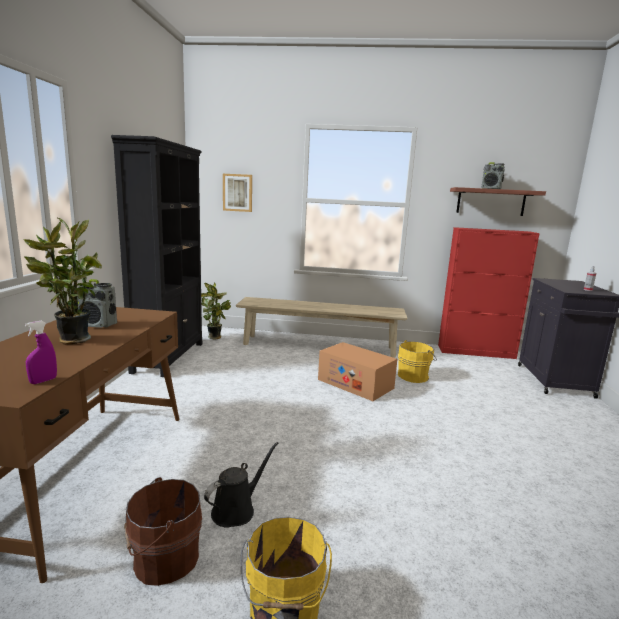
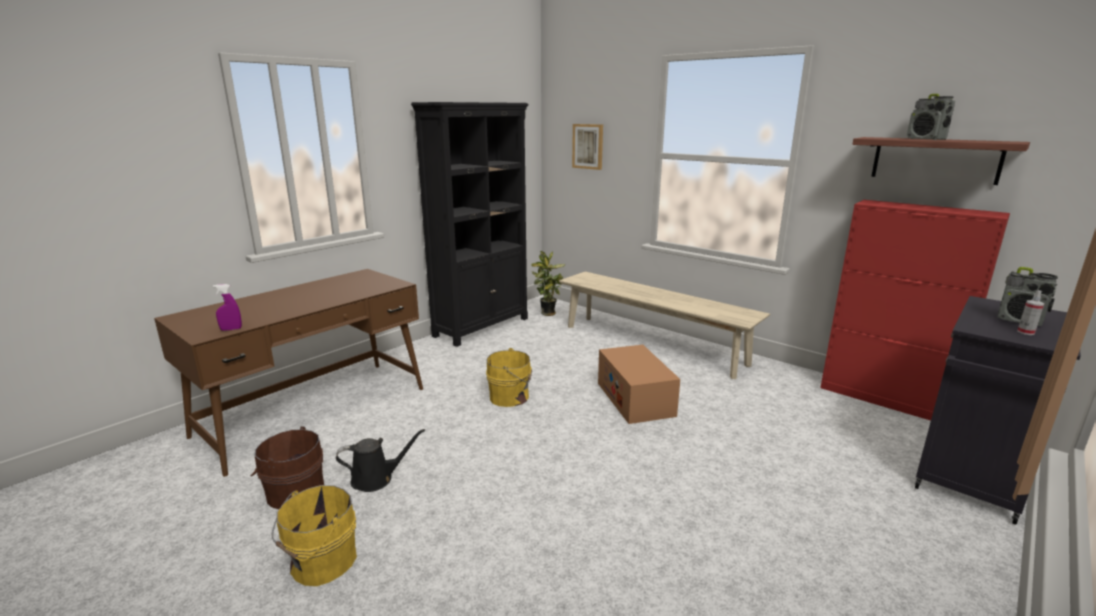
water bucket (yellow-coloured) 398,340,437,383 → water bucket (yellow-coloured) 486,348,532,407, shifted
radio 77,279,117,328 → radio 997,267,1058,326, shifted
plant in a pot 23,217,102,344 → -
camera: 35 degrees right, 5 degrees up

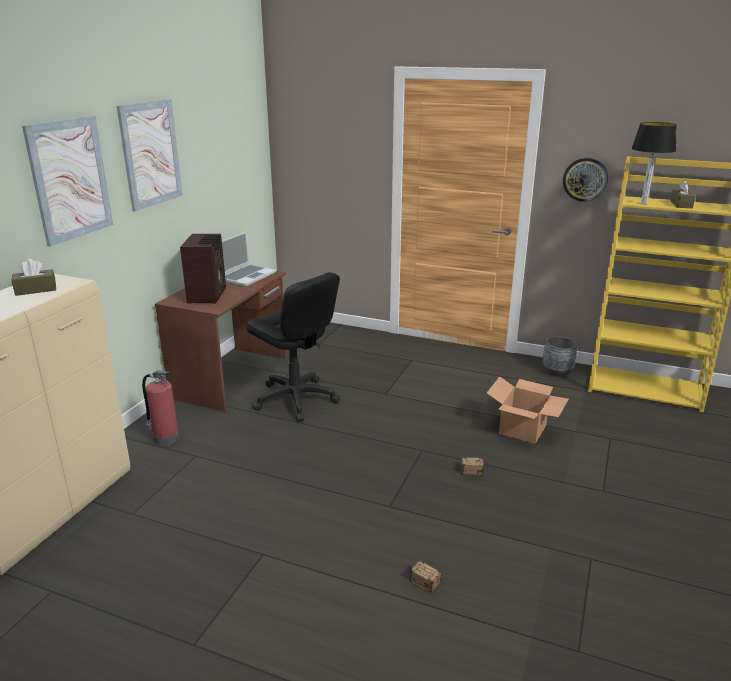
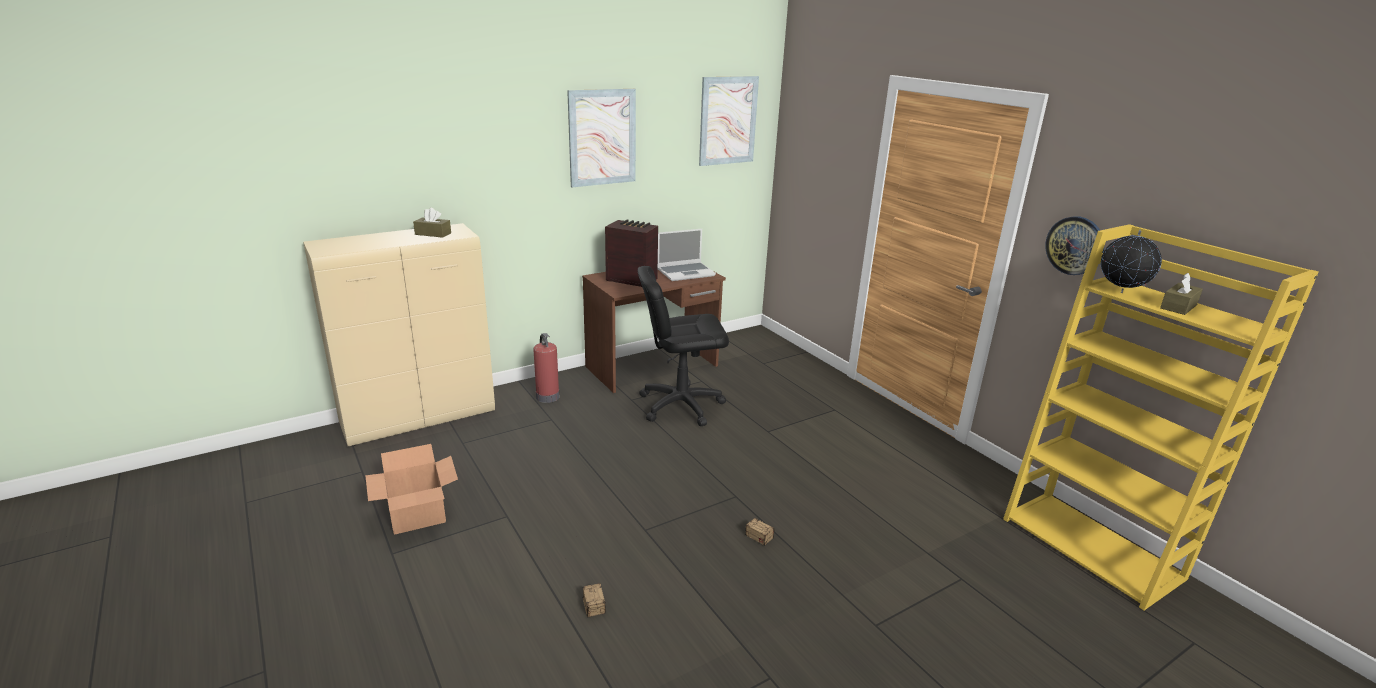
cardboard box 487,376,569,444 → cardboard box 365,444,458,535, shifted
radio 180,234,226,304 → radio 605,219,658,287, 105 degrees counterclockwise
office chair (black) 247,272,340,421 → office chair (black) 638,266,729,426, 90 degrees clockwise
wall art 22,116,113,247 → wall art 699,76,759,166, shifted
lamp for a table 632,122,677,205 → globe 1101,230,1162,293
plant pot (greyish) 542,336,578,377 → -
camera: 35 degrees right, 0 degrees up

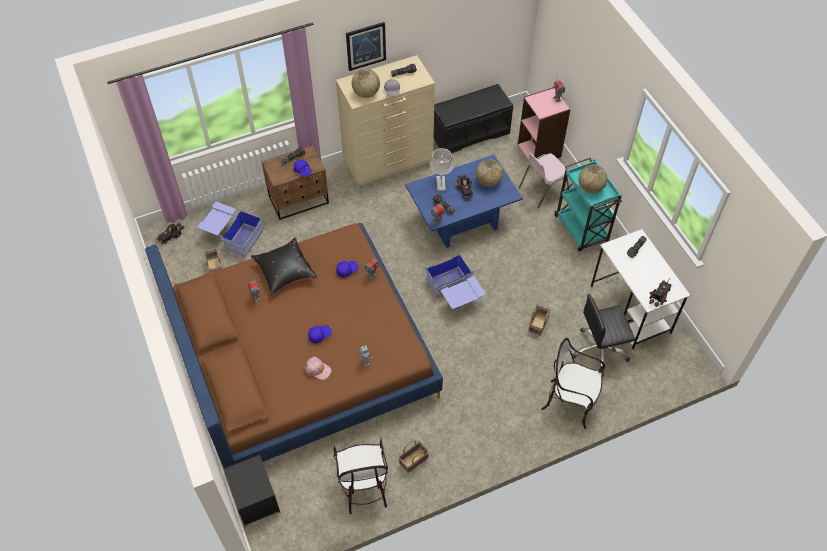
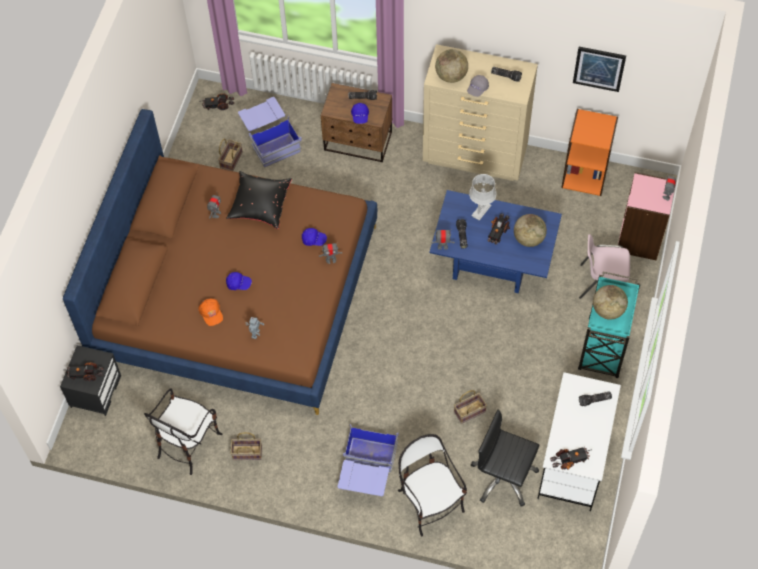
- → model truck 67,362,104,382
peaked cap (pink-coloured) 304,357,331,380 → peaked cap (orange-coloured) 199,299,223,326
storage box (bluish) 425,251,486,309 → storage box (bluish) 337,424,399,496, shifted
indoor bench (black) 433,84,513,153 → bookcase (orange-coloured) 561,109,618,196
wall art 346,22,386,71 → wall art 573,47,626,92, shifted
camera: 40 degrees right, 5 degrees up

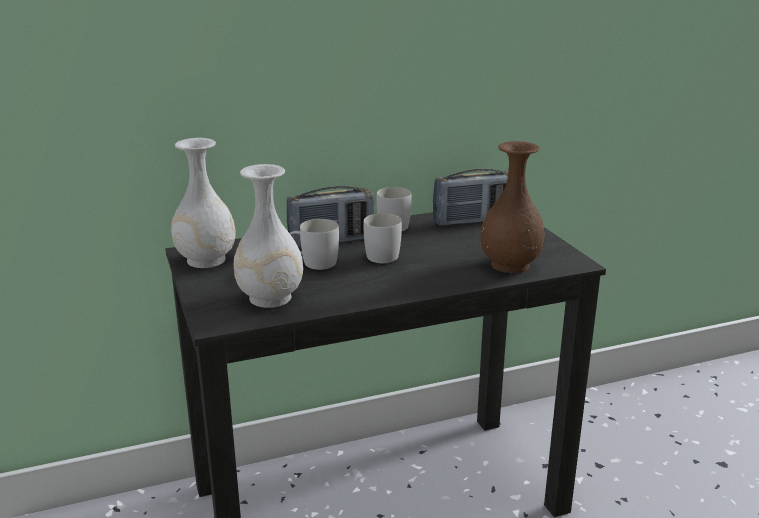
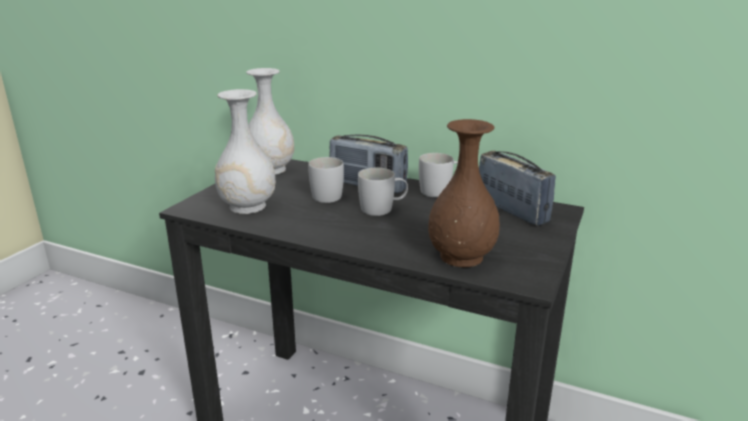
radio 433,169,508,226 → radio 479,151,556,226, 150 degrees counterclockwise
camera: 45 degrees right, 0 degrees up

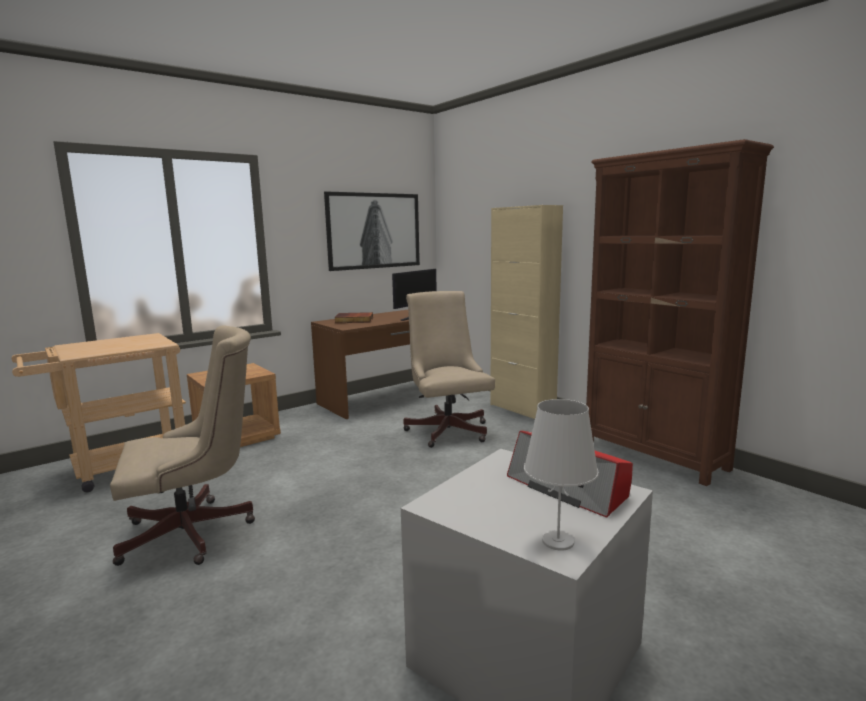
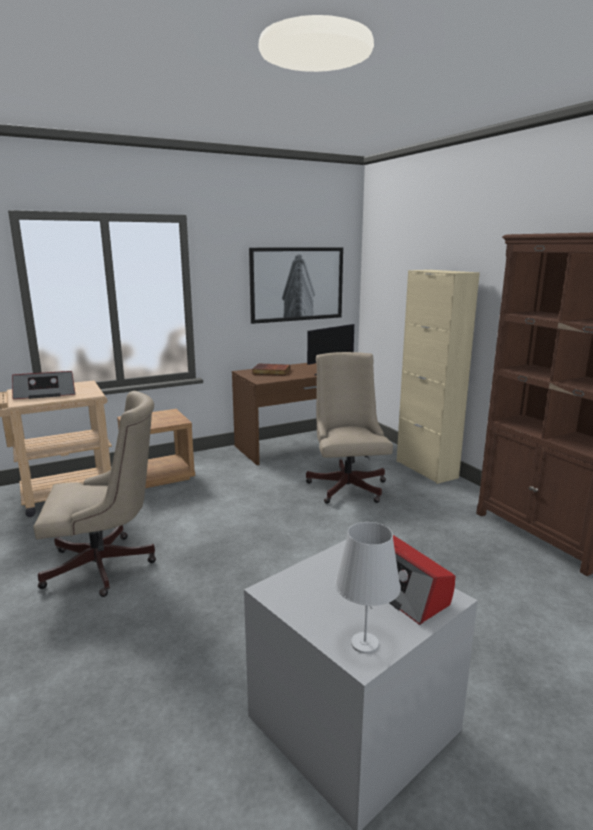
- → radio 12,371,75,399
camera: 10 degrees right, 5 degrees up

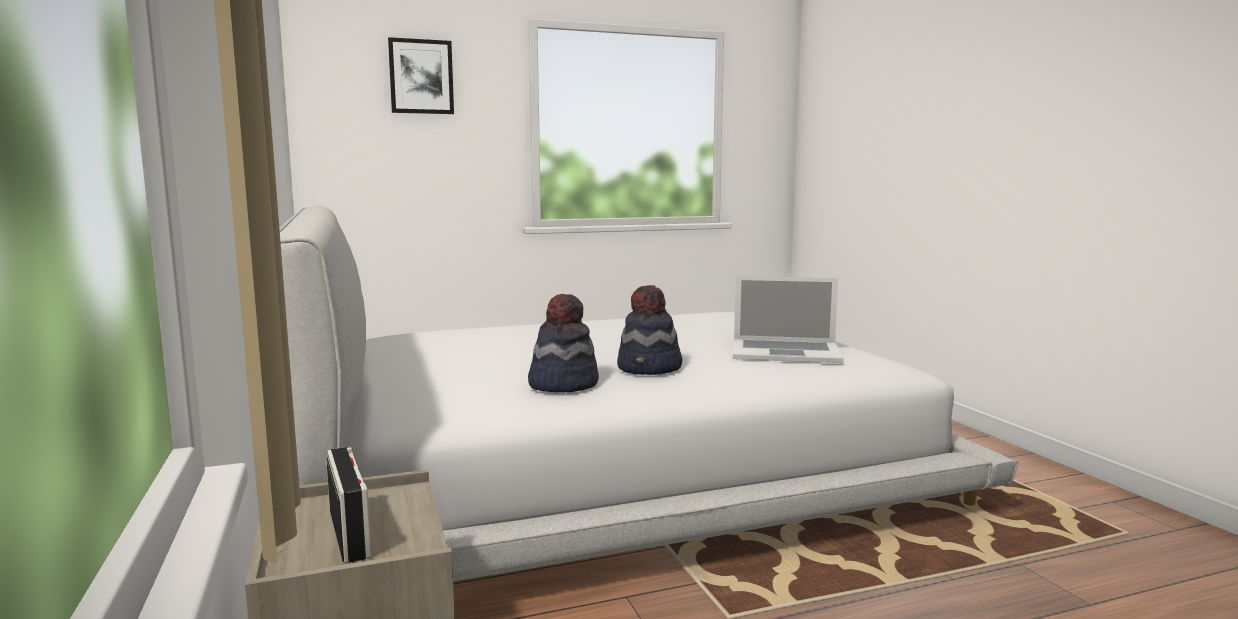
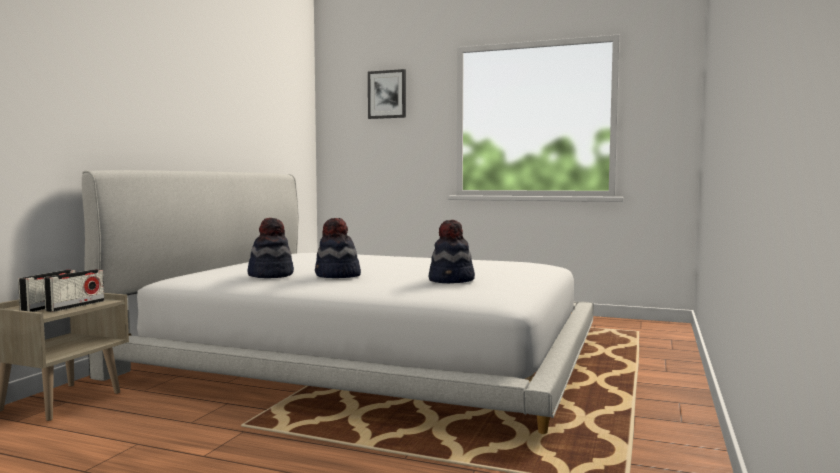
- → radio 44,269,104,312
notebook computer 733,276,844,363 → wearable hat 429,220,475,283
camera: 40 degrees right, 5 degrees down

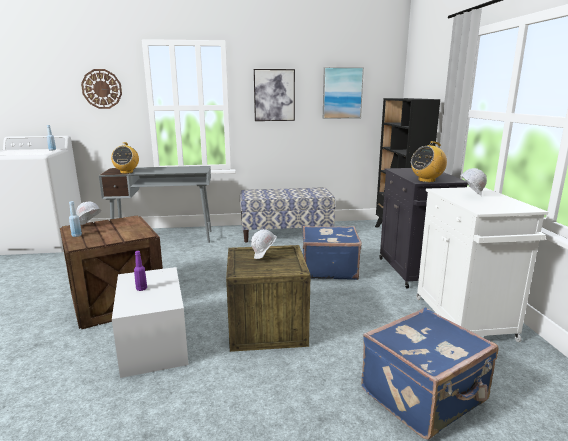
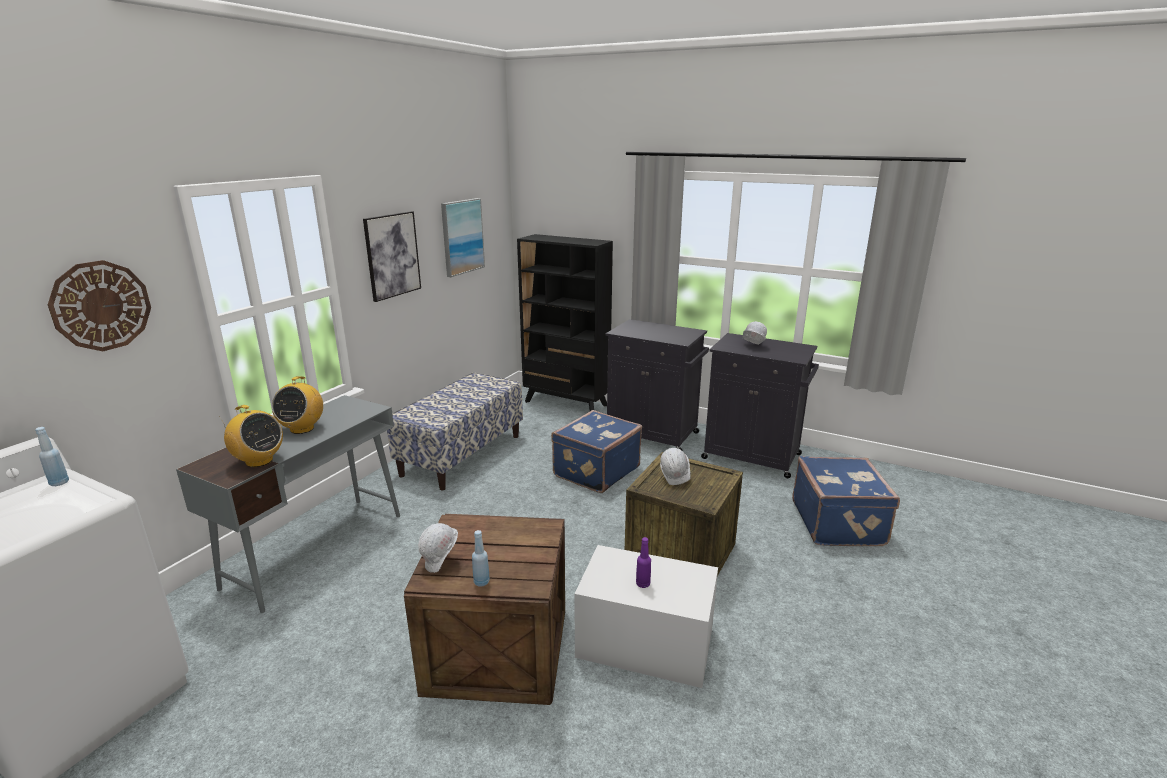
radio 411,141,447,182 → radio 272,376,323,434, shifted
cupboard (white-coloured) 416,187,548,342 → cupboard (black) 701,333,819,478
camera: 55 degrees left, 5 degrees up

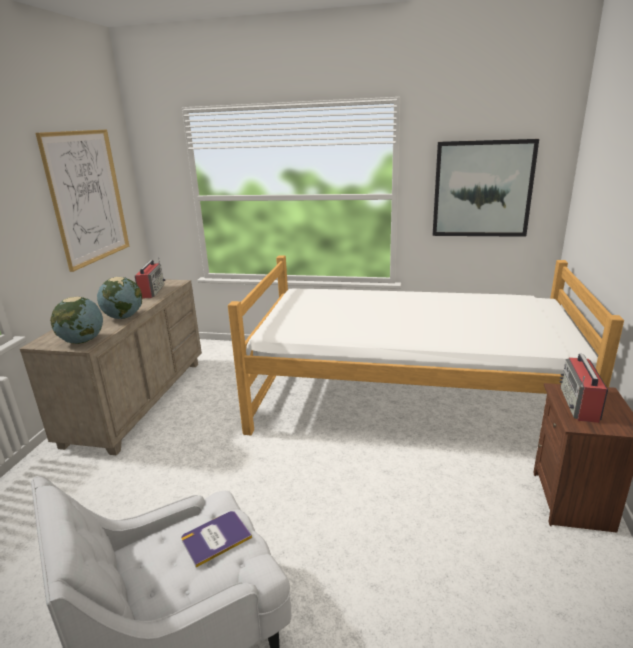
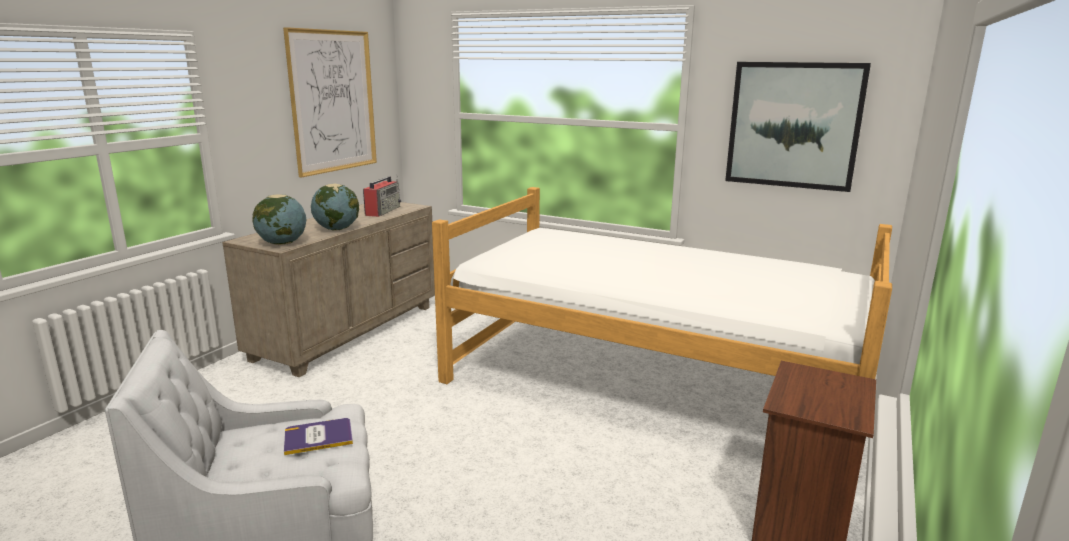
radio 559,354,608,423 → -
camera: 15 degrees right, 5 degrees down

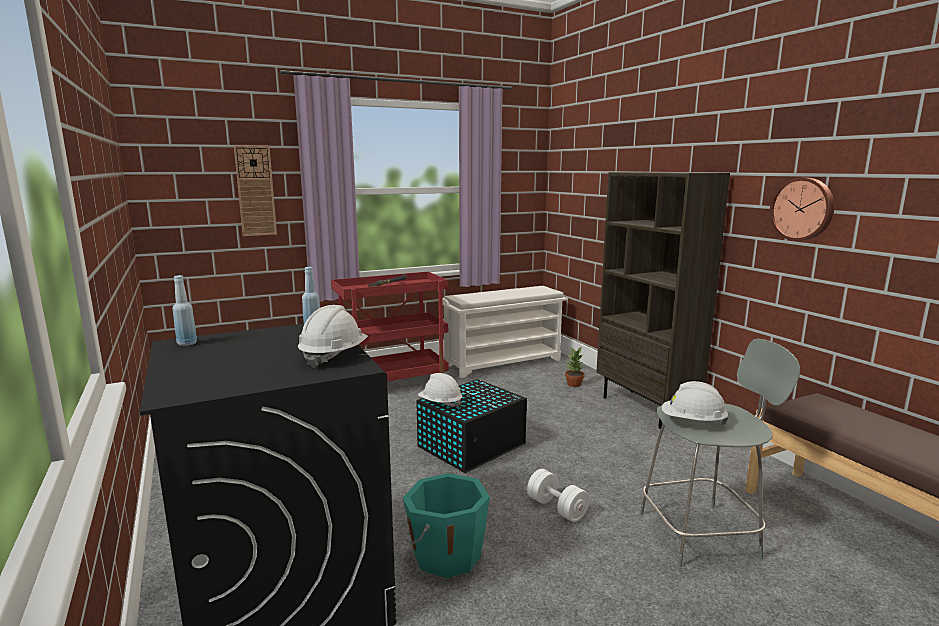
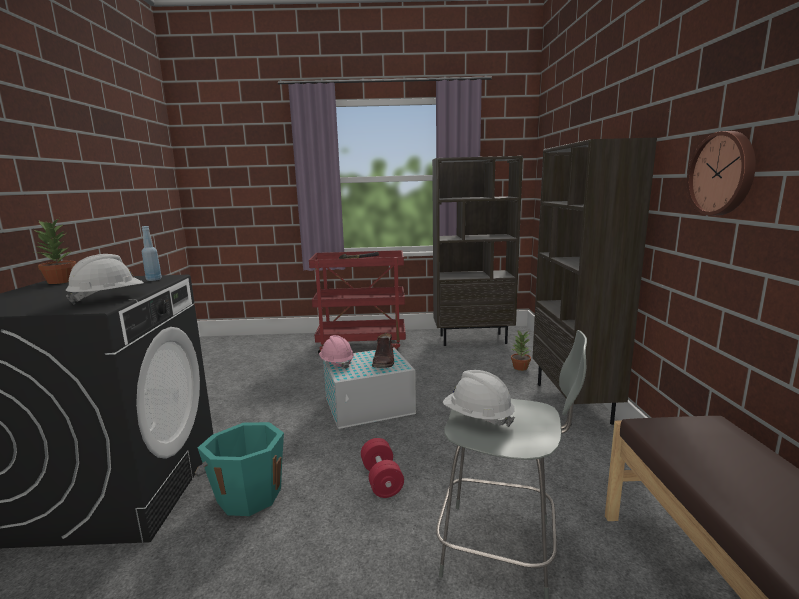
beverage bottle (bluish) 172,275,197,346 → plant in a pot 33,218,76,284
hard hat (white-coloured) 418,373,462,408 → hard hat (pink-coloured) 319,335,354,369
storage box (black) 416,379,527,473 → storage box (white-coloured) 323,347,416,429
free weight (white-coloured) 527,469,590,522 → free weight (red-coloured) 361,438,404,498
- → high-top boot (brown) 372,333,394,368
shoe stand (white-coloured) 443,286,568,378 → bookcase (brown) 432,156,523,346
clock on the wall 234,145,277,236 → -
camera: 25 degrees right, 0 degrees up

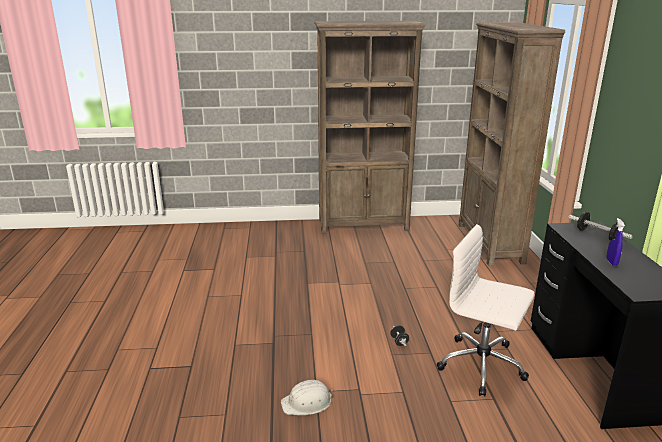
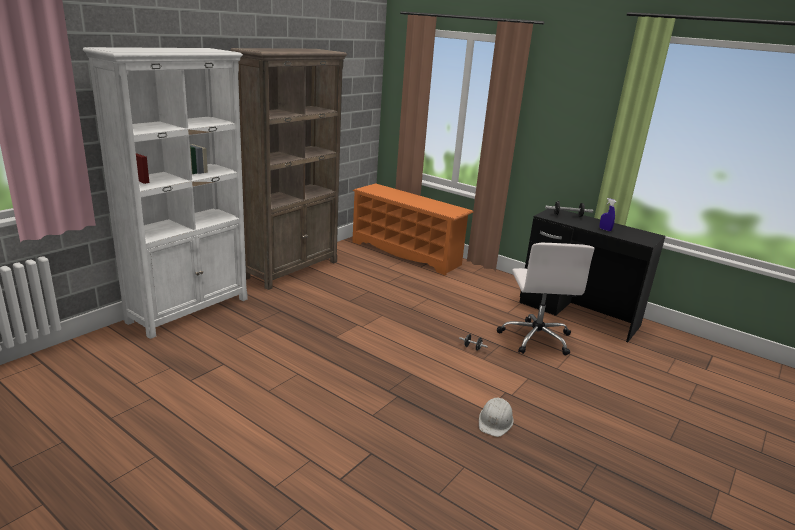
- → bookcase (white-coloured) 83,47,248,339
bookcase (brown) 459,22,565,266 → shoe stand (orange-coloured) 352,183,474,275
office chair (white-coloured) 437,224,534,397 → office chair (white-coloured) 497,243,595,355, 75 degrees counterclockwise
camera: 50 degrees left, 0 degrees up

